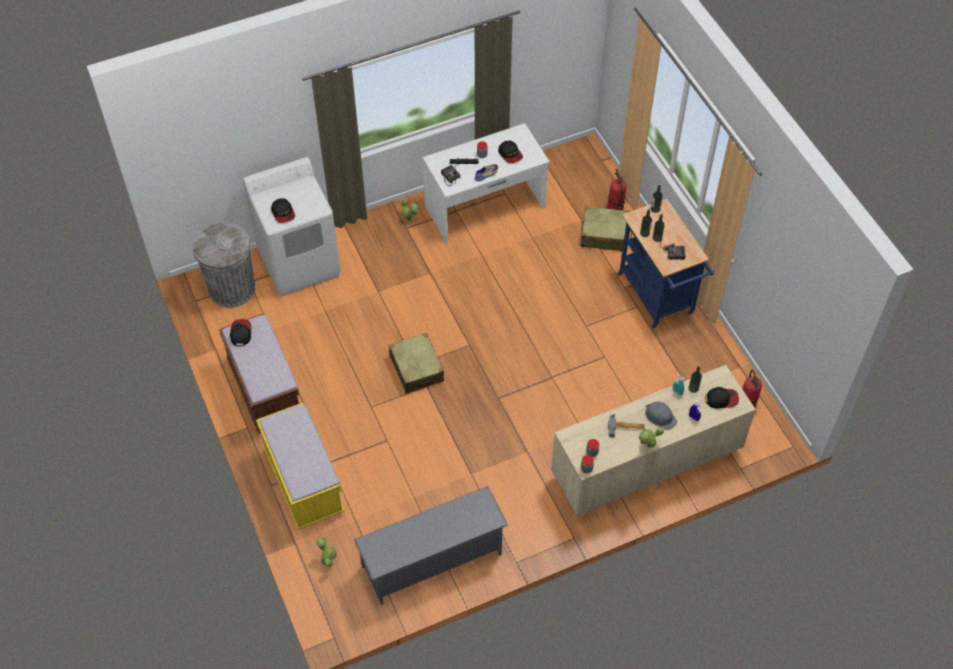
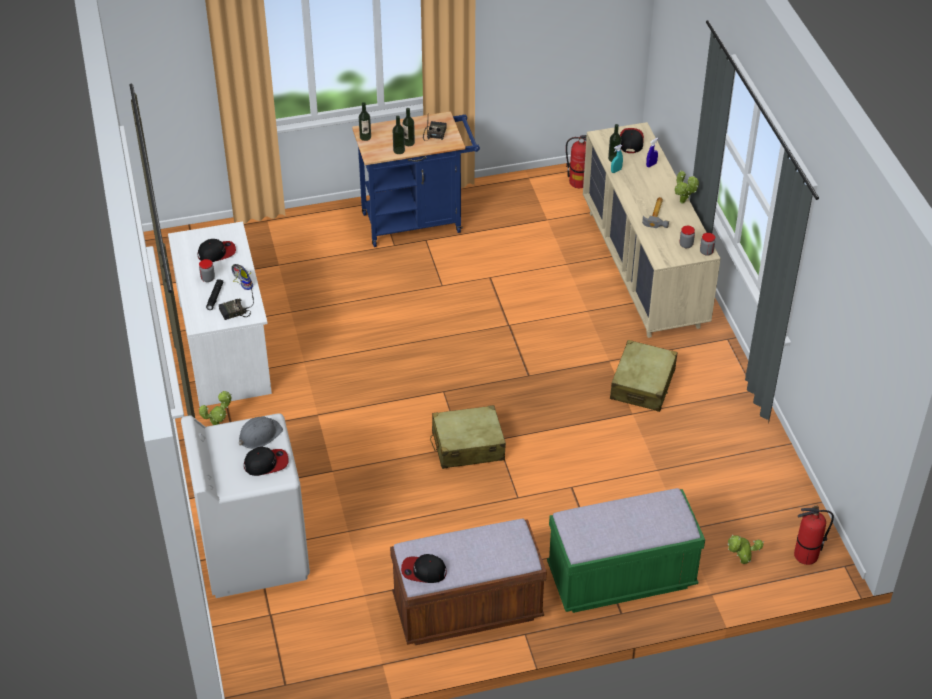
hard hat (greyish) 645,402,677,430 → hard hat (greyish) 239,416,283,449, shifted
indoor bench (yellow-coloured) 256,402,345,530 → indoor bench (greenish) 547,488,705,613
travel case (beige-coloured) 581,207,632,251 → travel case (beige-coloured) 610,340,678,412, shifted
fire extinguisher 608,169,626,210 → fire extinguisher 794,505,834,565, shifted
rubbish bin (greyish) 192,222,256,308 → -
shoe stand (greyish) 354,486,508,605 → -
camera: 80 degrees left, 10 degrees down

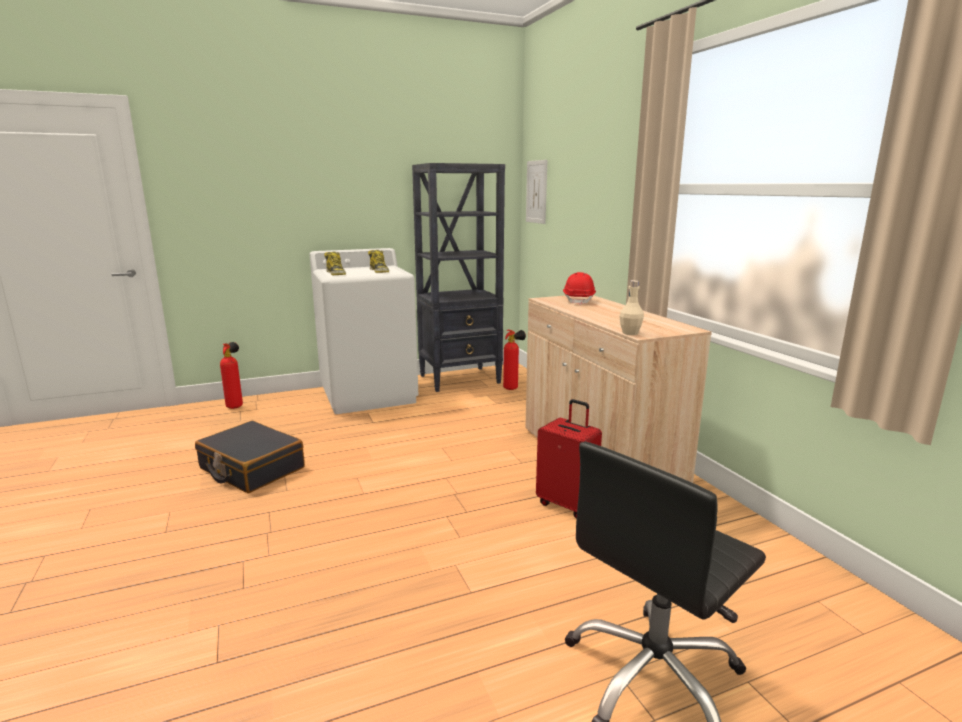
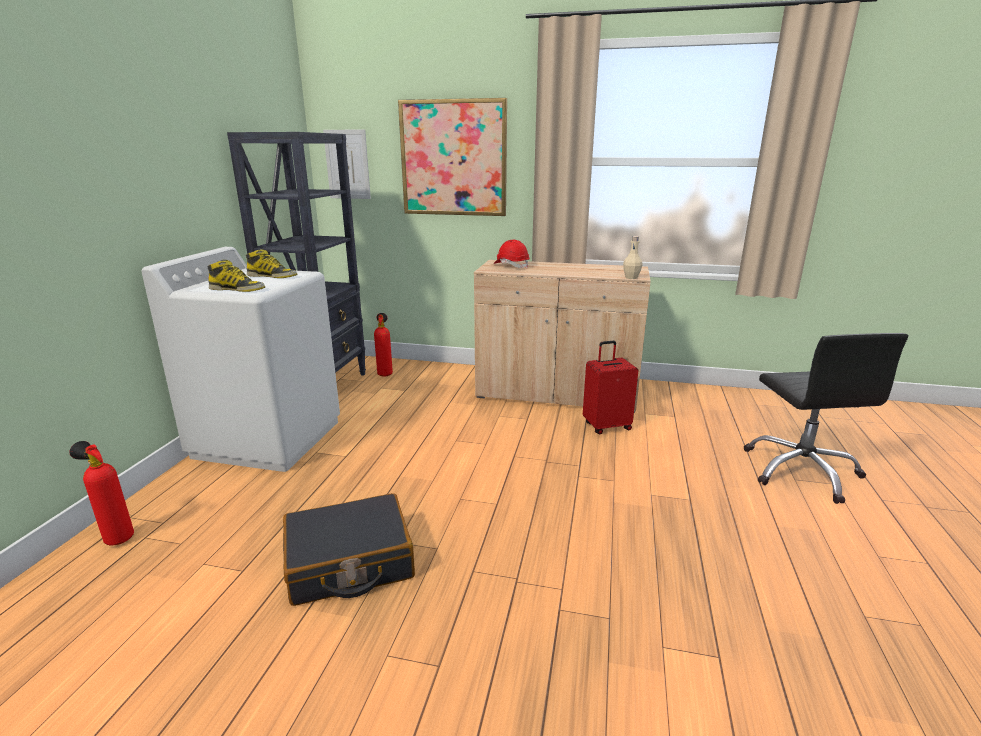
- → wall art 398,98,507,216
camera: 55 degrees left, 5 degrees up

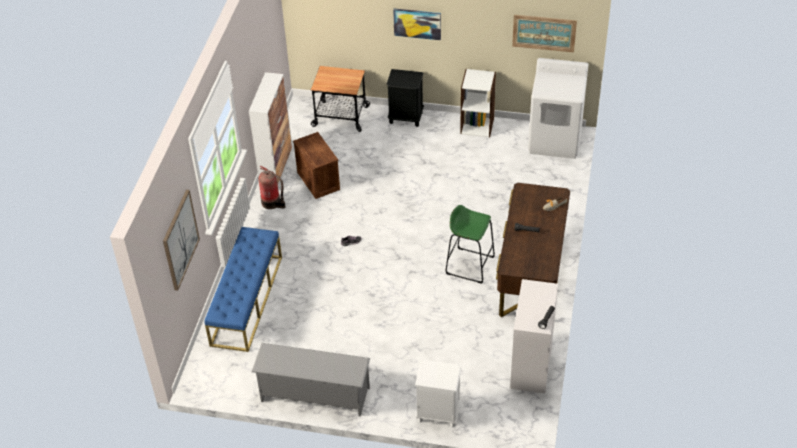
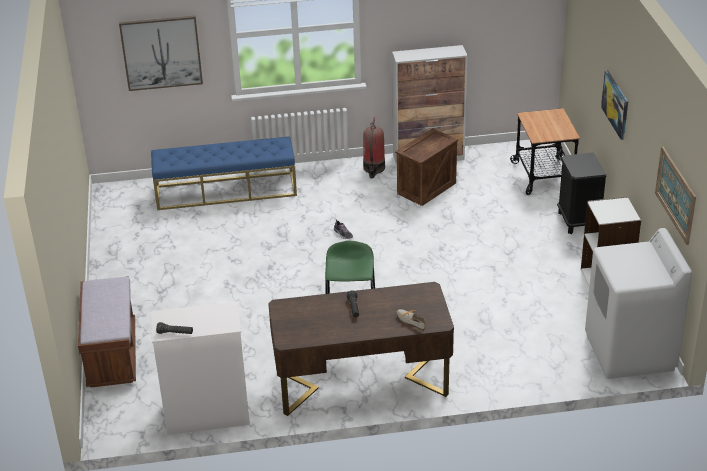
nightstand (white-coloured) 415,360,461,427 → indoor bench (brown) 78,276,136,388
shoe stand (greyish) 251,343,370,417 → -
camera: 70 degrees right, 10 degrees down

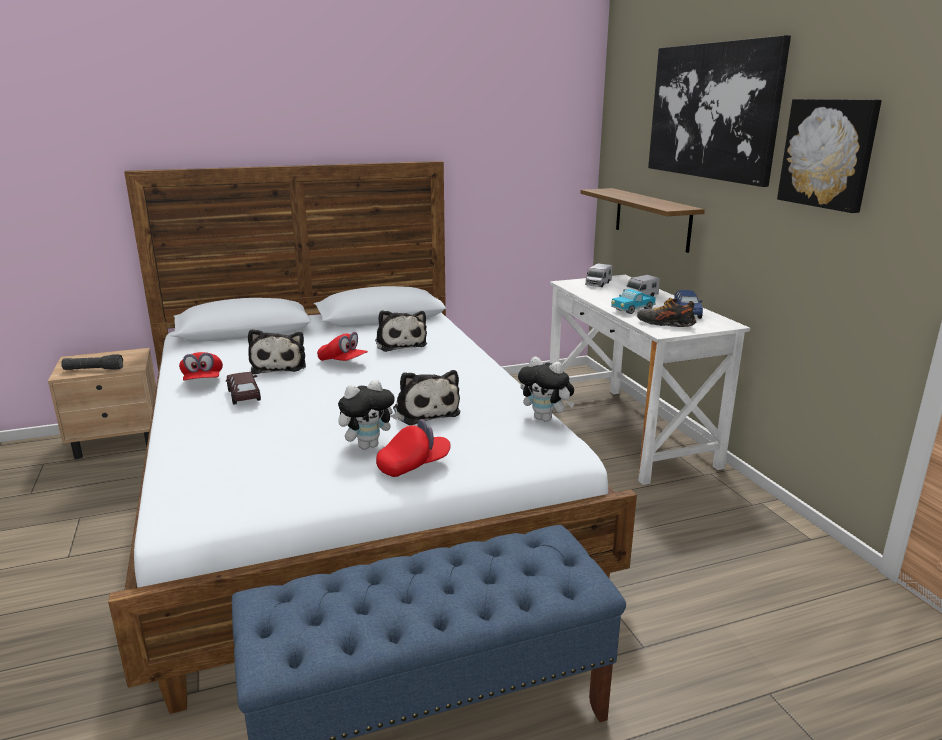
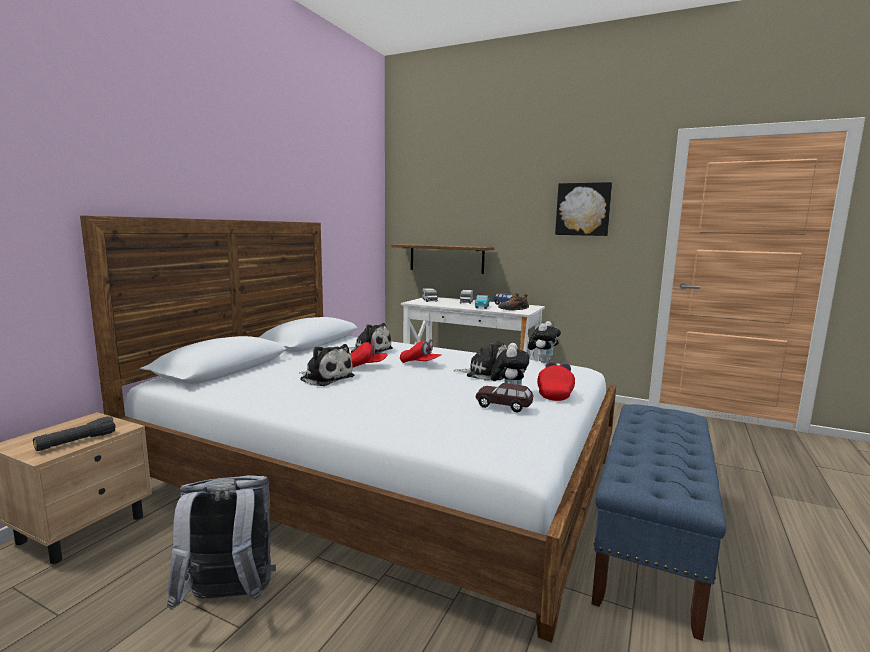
- → backpack (greyish) 167,475,276,610
peaked cap (red-coloured) 179,352,223,381 → peaked cap (red-coloured) 400,339,441,363, shifted
miniature car (brown) 226,372,261,405 → miniature car (brown) 476,383,533,412, shifted
cuddly toy 518,357,574,422 → cuddly toy 528,321,561,363, 45 degrees counterclockwise
wall art 648,35,791,187 → -
camera: 45 degrees left, 10 degrees down

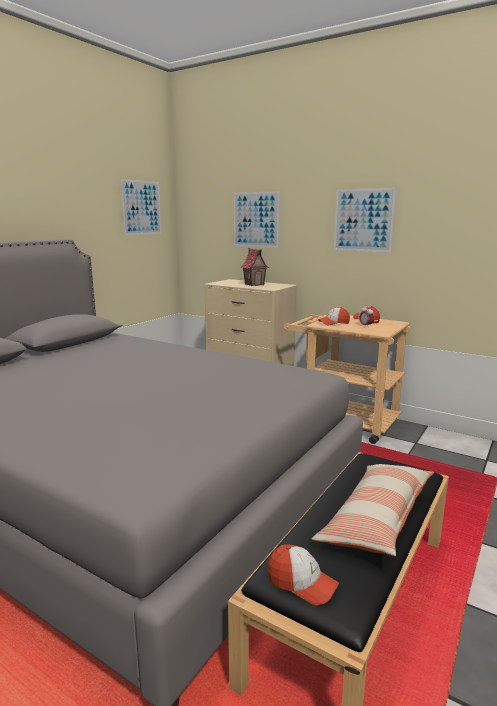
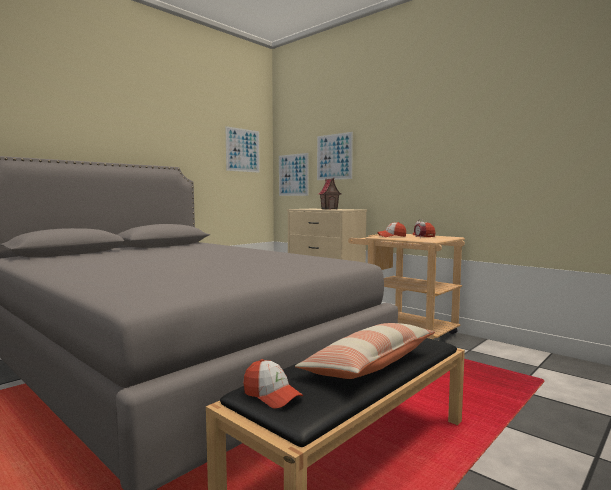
wall art 334,188,396,252 → wall art 279,153,309,196, shifted
camera: 10 degrees right, 10 degrees down

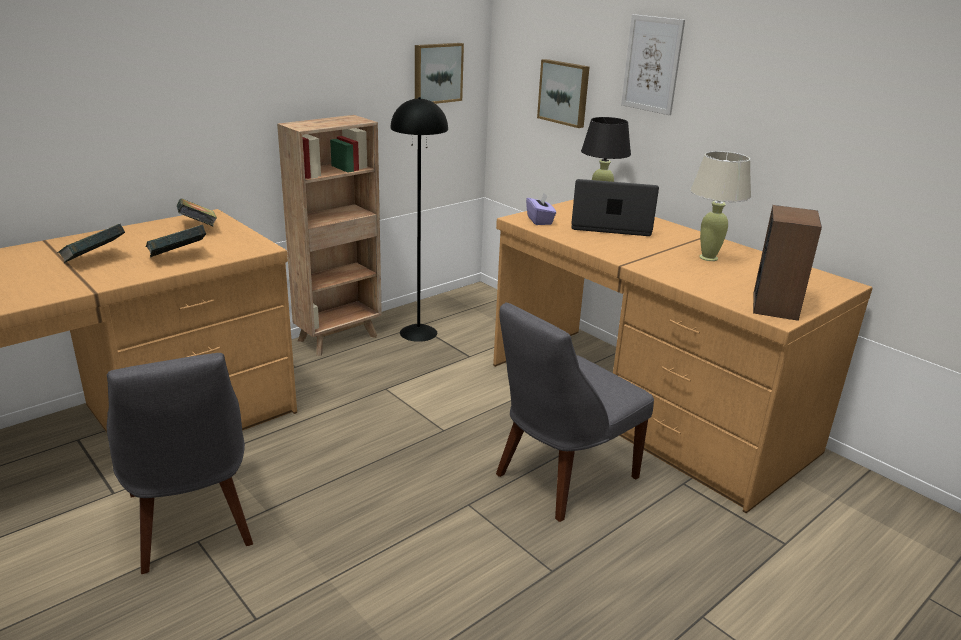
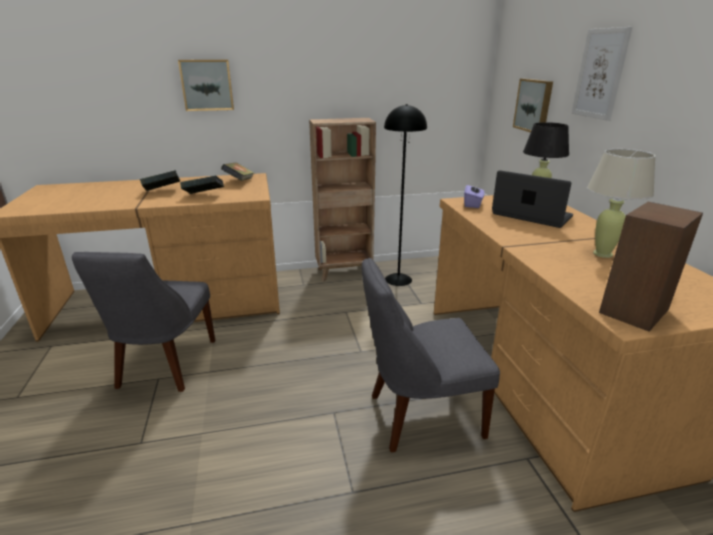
wall art 415,43,464,104 → wall art 178,60,234,111, shifted
camera: 30 degrees right, 0 degrees up

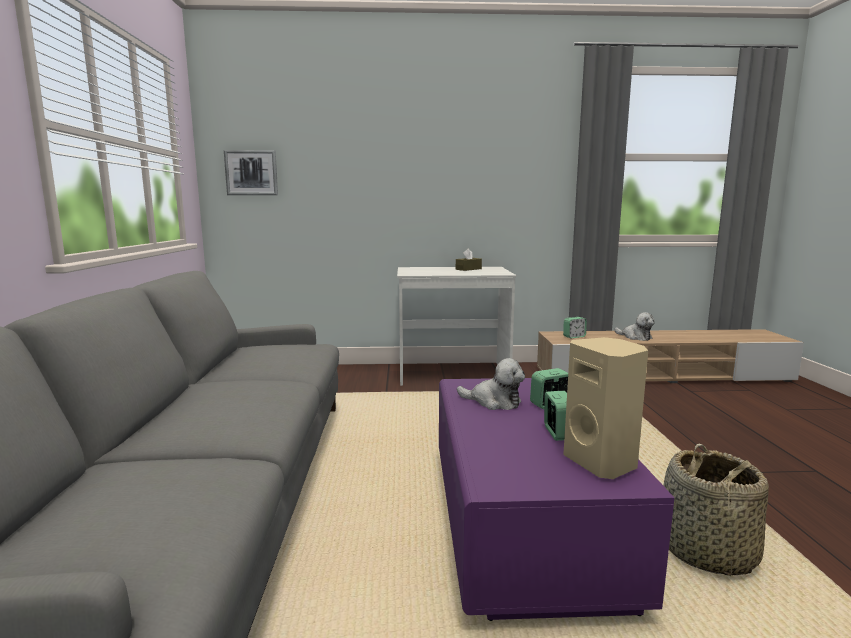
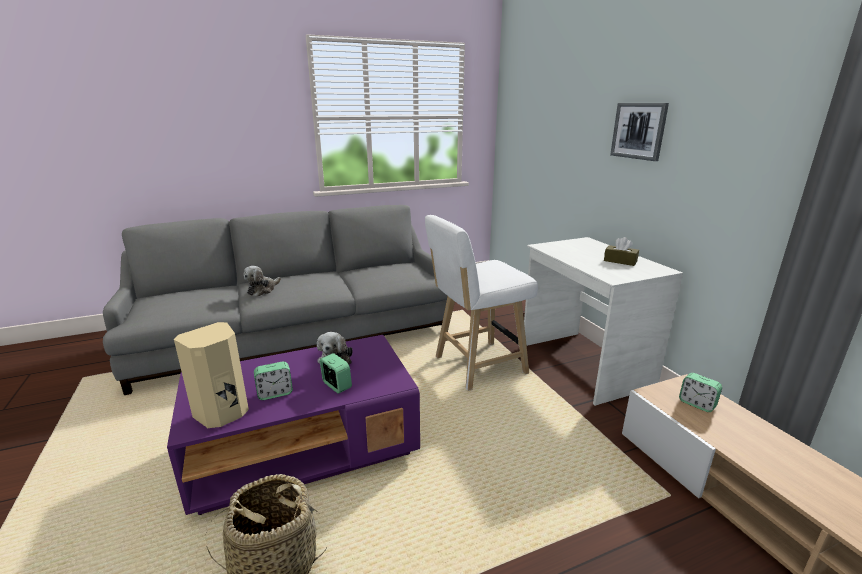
cuddly toy 614,312,654,341 → cuddly toy 243,266,281,297, shifted
- → sitting stool (white-coloured) 425,215,538,391
wall art 224,150,278,195 → wall art 610,103,669,161, shifted
camera: 70 degrees right, 10 degrees up

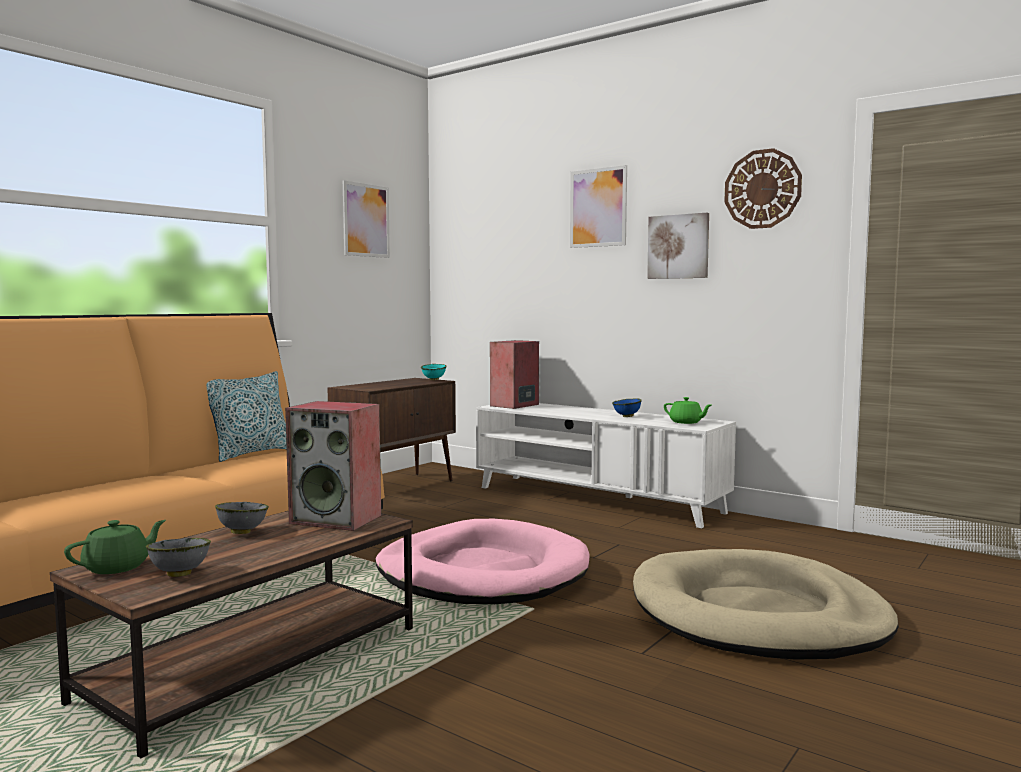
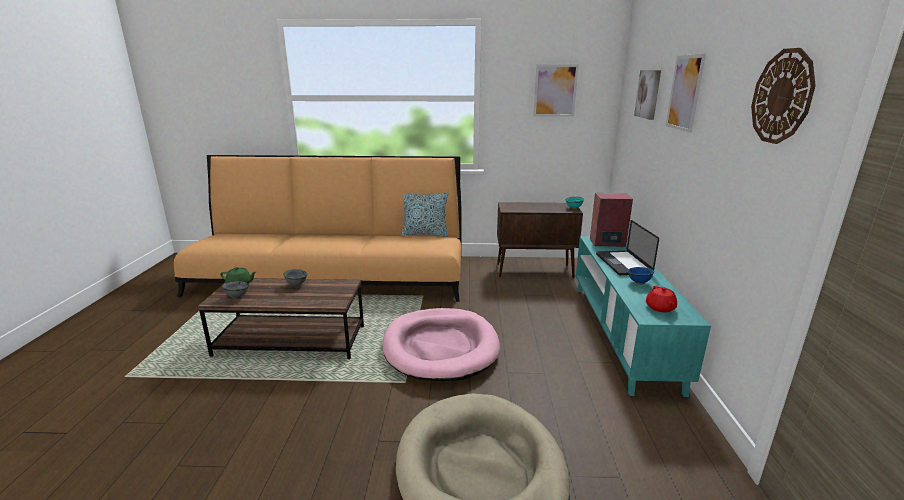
media console (white-coloured) 476,403,736,528 → media console (turquoise-coloured) 576,236,711,397
- → notebook computer 596,220,659,275
wall art 647,213,709,279 → wall art 634,70,661,120, shifted
tea pot (greenish) 664,397,711,424 → tea pot (red-coloured) 646,285,677,312
speaker 285,401,381,531 → -
camera: 55 degrees right, 15 degrees up

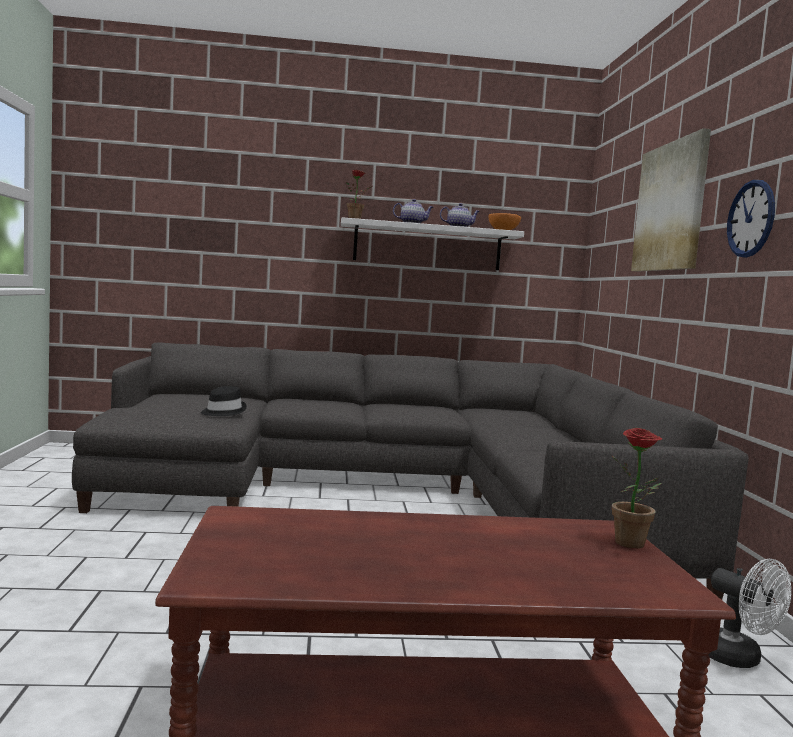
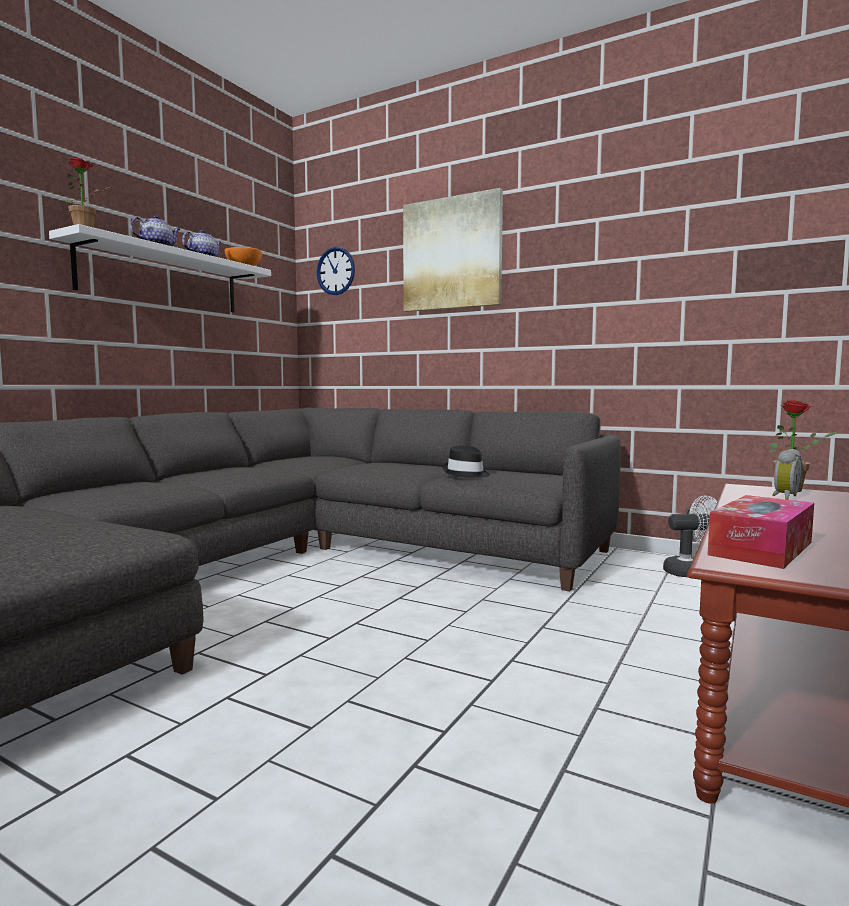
clock on the wall 727,180,775,258 → clock on the wall 317,247,355,295, shifted
wearable hat (black) 201,386,247,416 → wearable hat (black) 442,446,490,478, shifted
- → tissue holder 707,495,814,569
- → bedside clock 772,449,803,500
camera: 55 degrees left, 0 degrees up

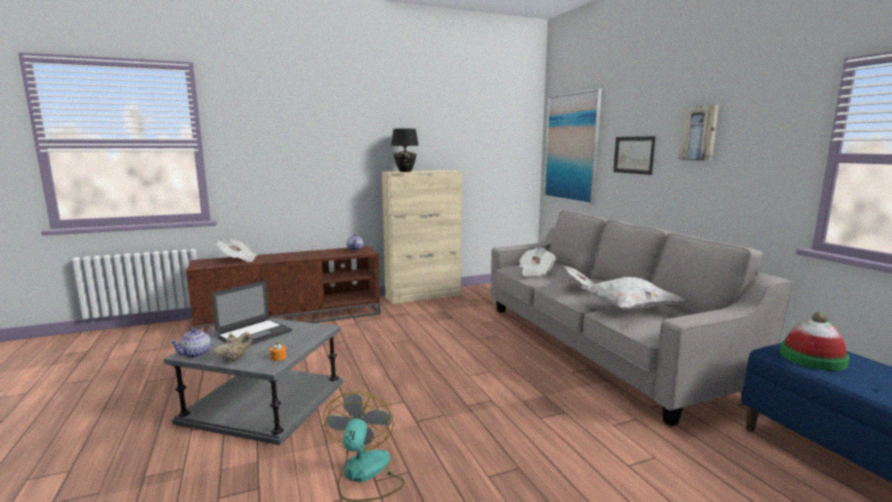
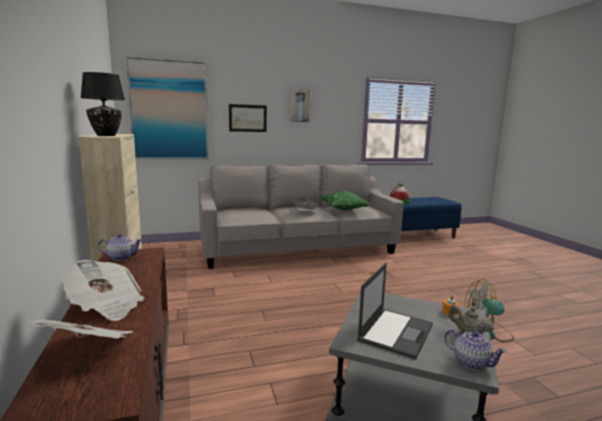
daily paper 519,247,556,276 → daily paper 61,260,144,321, shifted
pillow (white-coloured) 581,277,685,310 → pillow (greenish) 320,191,371,211
notebook computer 211,280,292,345 → notebook computer 357,263,433,359, 75 degrees clockwise
camera: 85 degrees left, 0 degrees up

